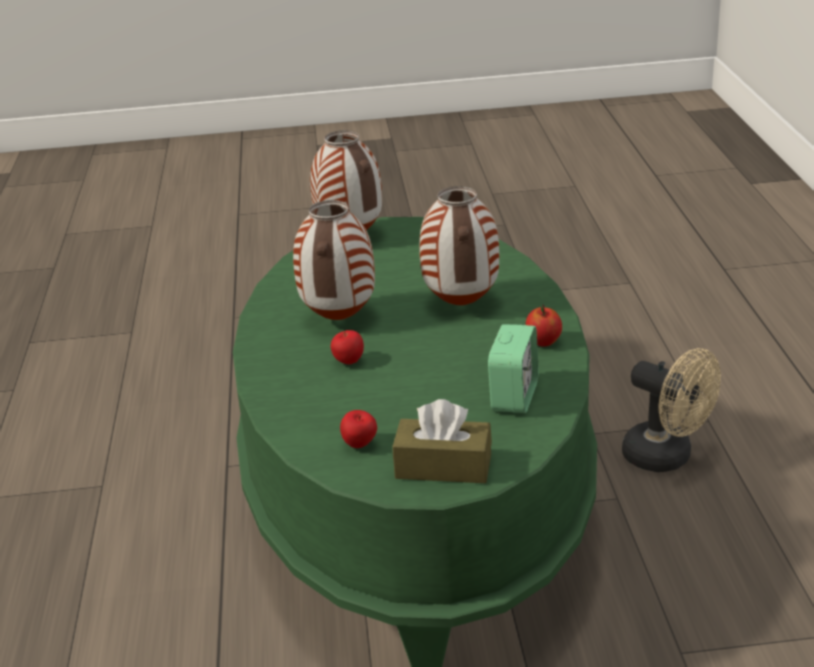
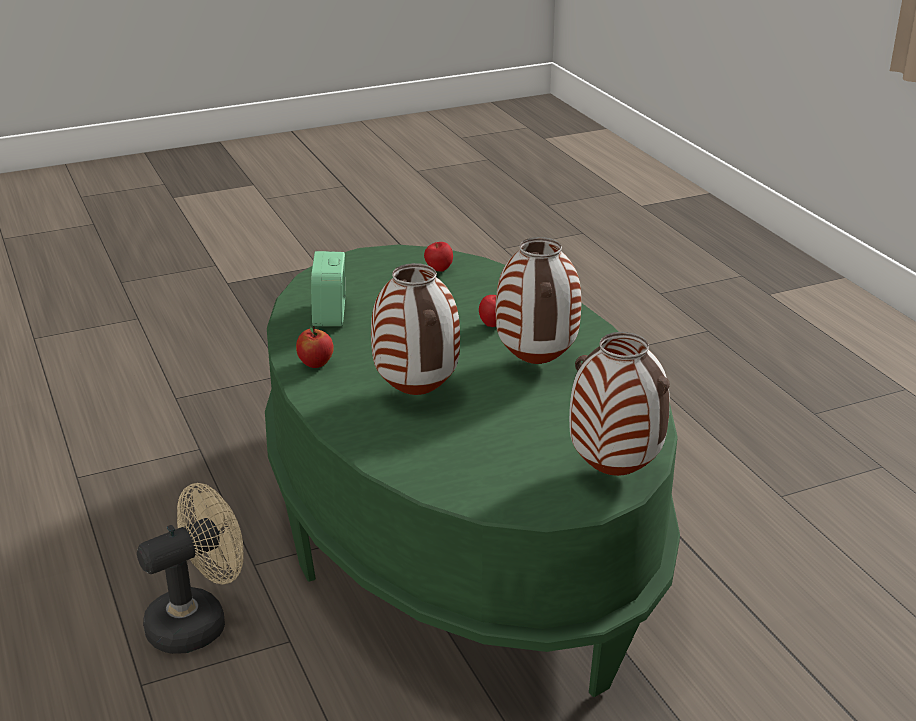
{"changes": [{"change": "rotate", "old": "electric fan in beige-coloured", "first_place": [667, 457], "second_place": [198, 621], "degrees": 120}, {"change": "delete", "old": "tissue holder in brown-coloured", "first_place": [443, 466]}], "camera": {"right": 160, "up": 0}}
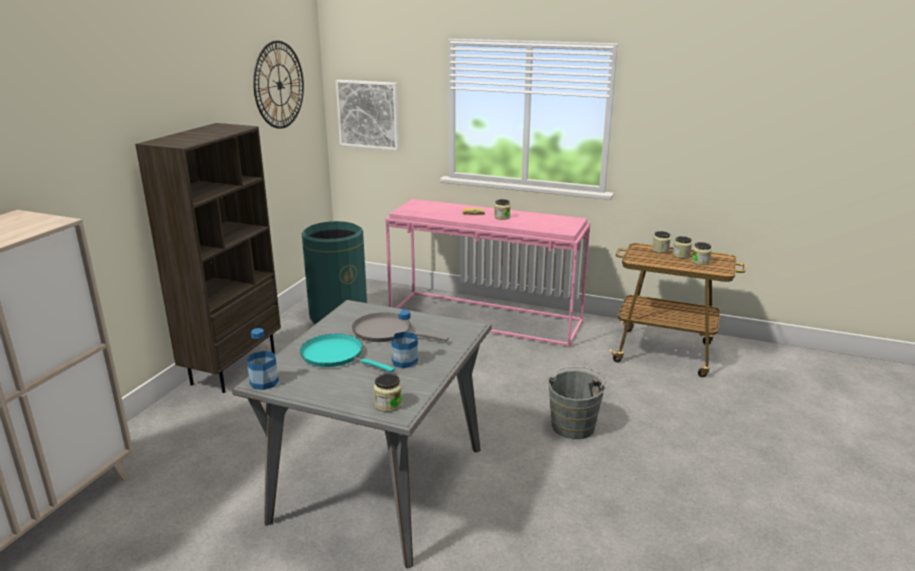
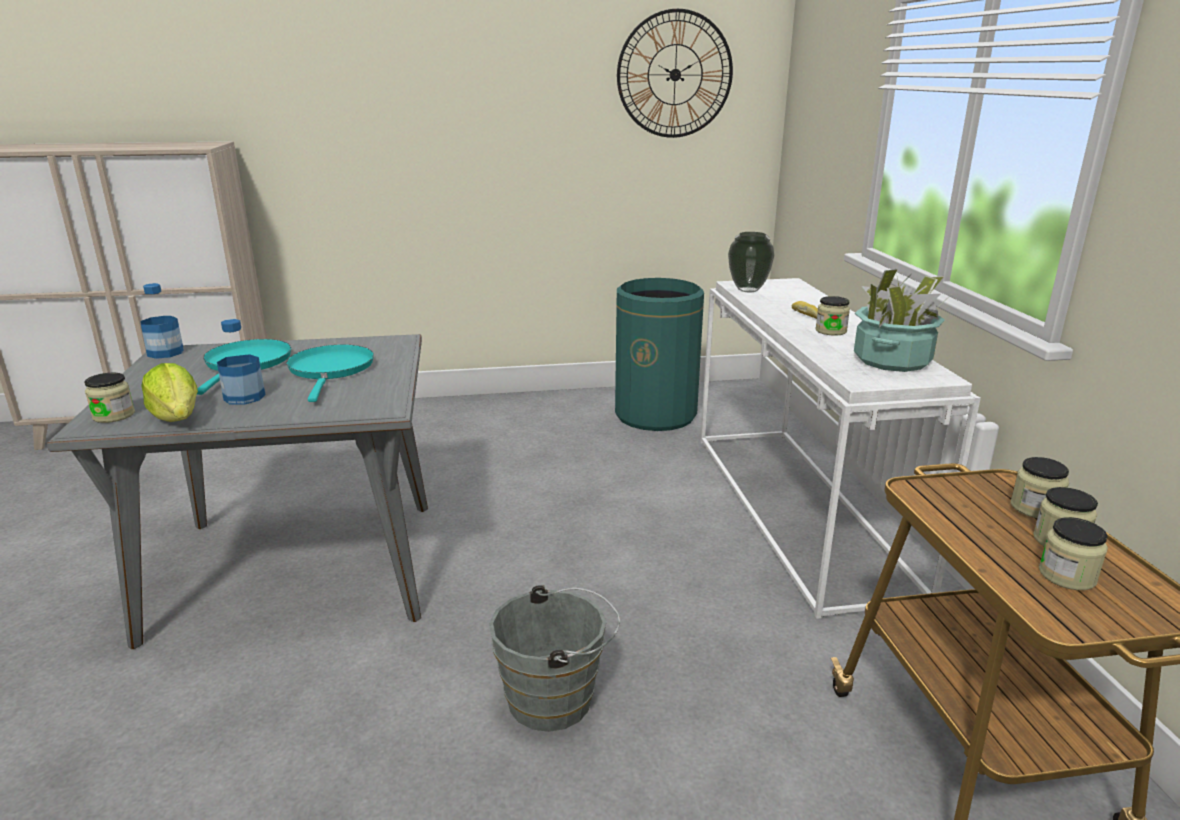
{"changes": [{"change": "delete", "old": "wall art", "first_place": [368, 114]}, {"change": "delete", "old": "bookcase in brown-coloured", "first_place": [233, 368]}, {"change": "recolor", "old": "console table in pink-coloured", "new": "console table in white-coloured", "first_place": [486, 318], "second_place": [800, 510]}, {"change": "recolor", "old": "pan in gray", "new": "pan in turquoise-coloured", "first_place": [386, 332], "second_place": [331, 370]}, {"change": "insert", "new": "decorative vase", "second_place": [747, 290]}, {"change": "insert", "new": "plant in a pot", "second_place": [892, 360]}, {"change": "insert", "new": "lettuce head", "second_place": [177, 418]}], "camera": {"right": 60, "up": 0}}
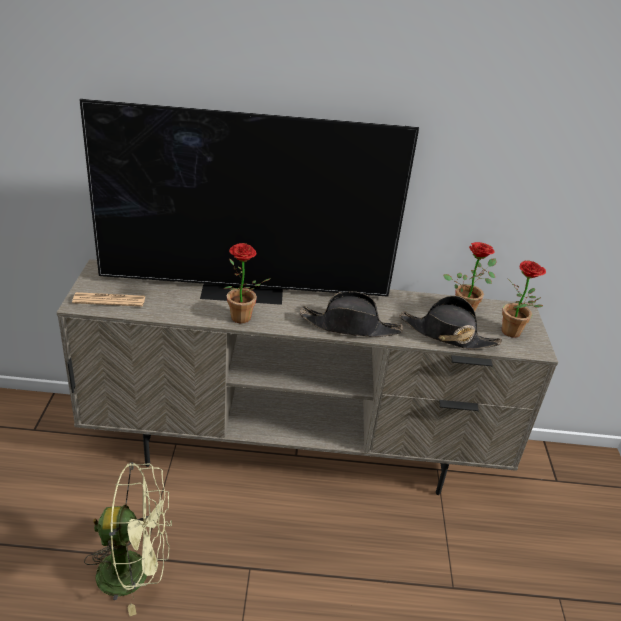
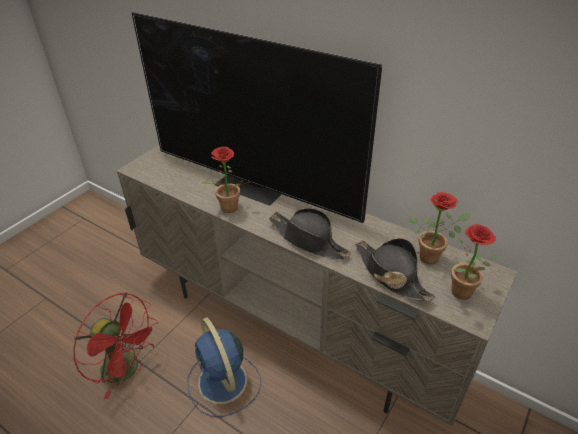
{"changes": [{"change": "delete", "old": "printed paper", "first_place": [109, 300]}, {"change": "recolor", "old": "electric fan in greenish", "new": "electric fan in red-coloured", "first_place": [135, 572], "second_place": [127, 369]}, {"change": "insert", "new": "electric fan in bluish", "second_place": [223, 383]}], "camera": {"right": 35, "up": 5}}
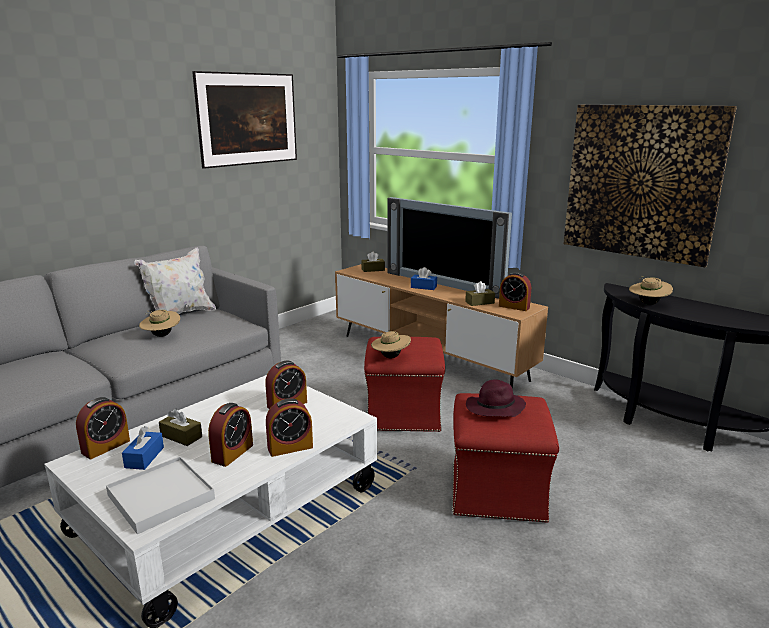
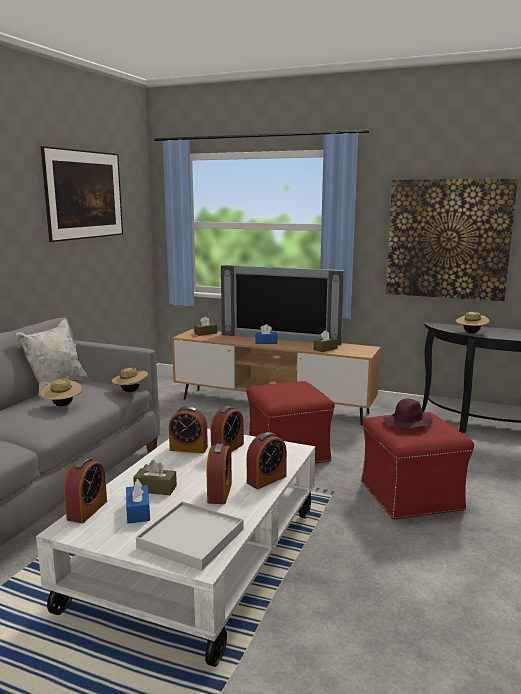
{"changes": [{"change": "move", "old": "alarm clock", "first_place": [514, 307], "second_place": [188, 448]}, {"change": "move", "old": "clothing hat in beige-coloured", "first_place": [390, 357], "second_place": [130, 391]}], "camera": {"right": -20, "up": -5}}
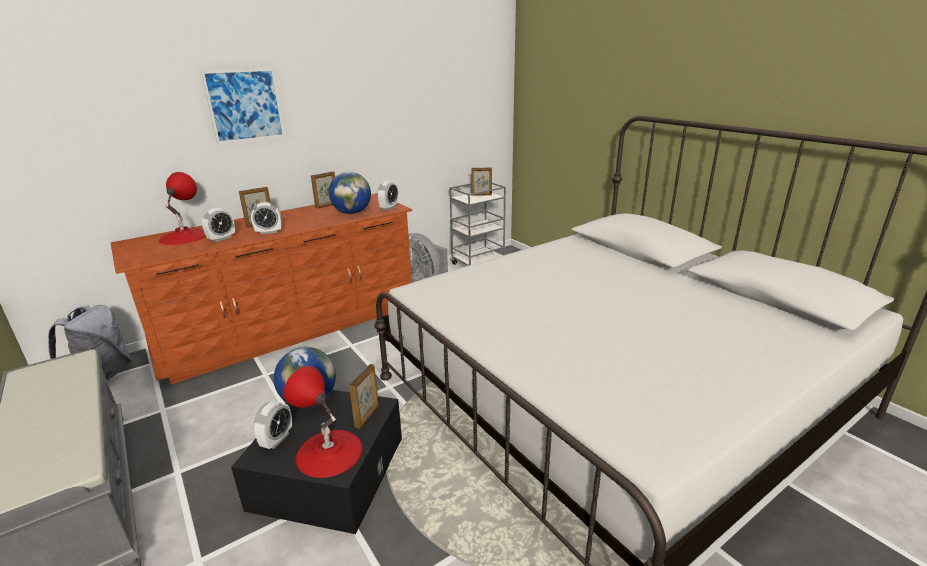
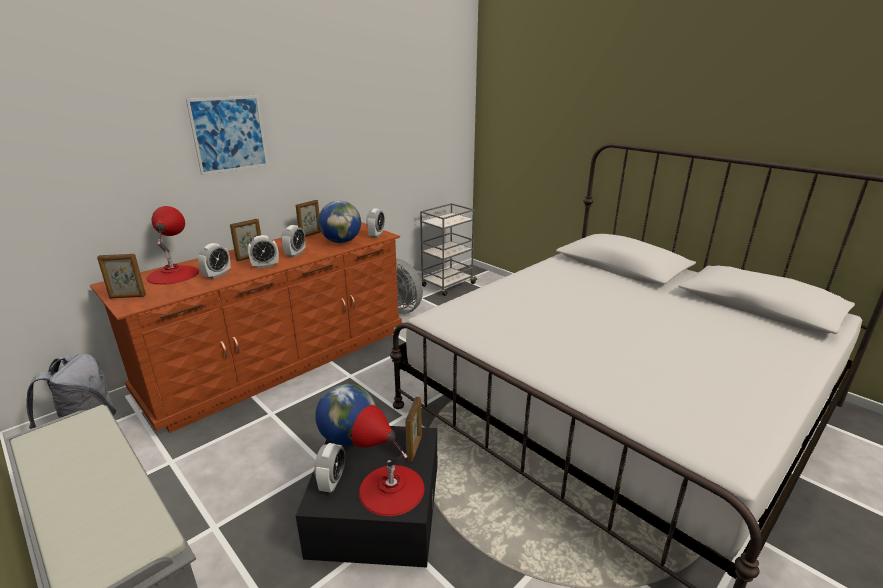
{"changes": [{"change": "move", "old": "picture frame", "first_place": [481, 195], "second_place": [127, 297]}, {"change": "insert", "new": "alarm clock", "second_place": [295, 254]}], "camera": {"right": -10, "up": 0}}
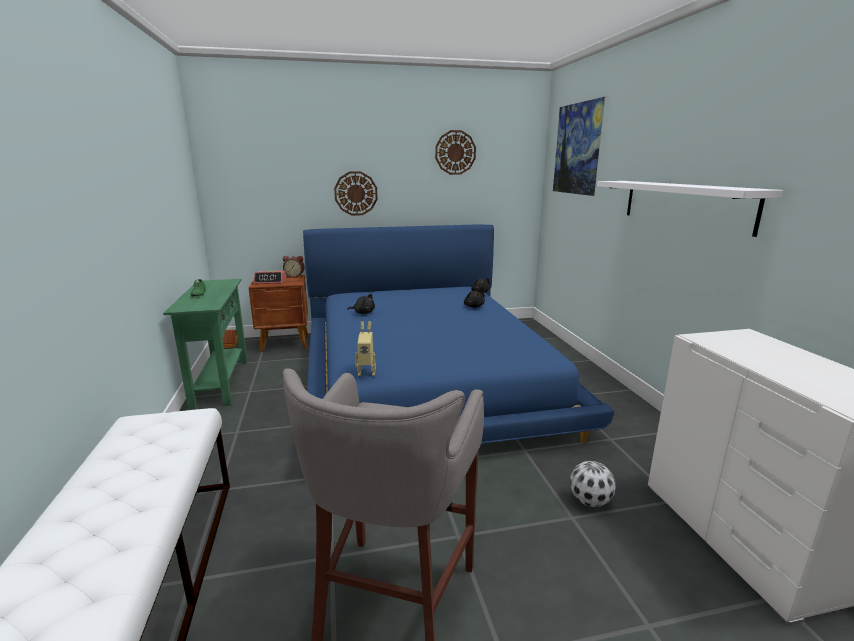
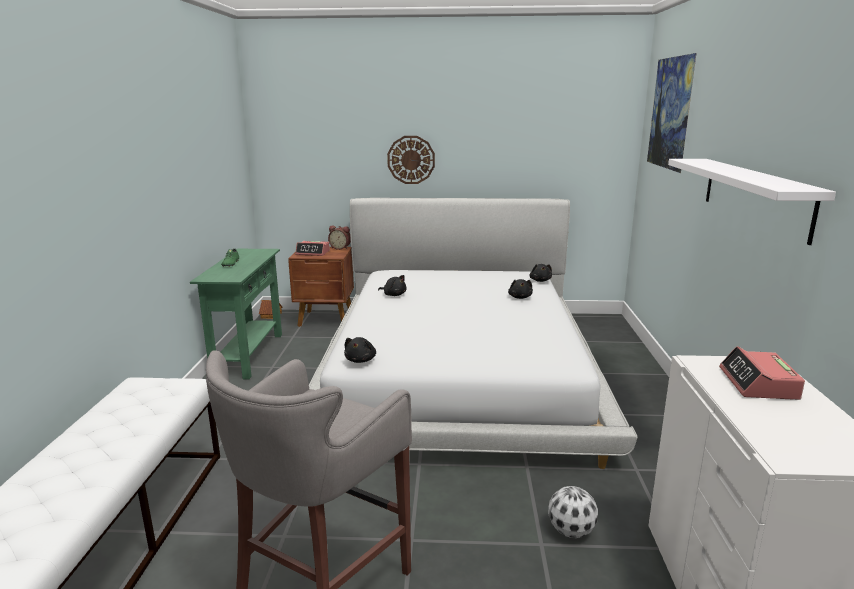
{"changes": [{"change": "delete", "old": "wall clock", "first_place": [455, 152]}, {"change": "recolor", "old": "bed in bluish", "new": "bed in white-coloured", "first_place": [425, 375], "second_place": [457, 370]}, {"change": "replace", "old": "model robot", "new": "cuddly toy in black-coloured", "first_place": [367, 372], "second_place": [361, 360]}, {"change": "insert", "new": "alarm clock", "second_place": [758, 384]}], "camera": {"right": 15, "up": 0}}
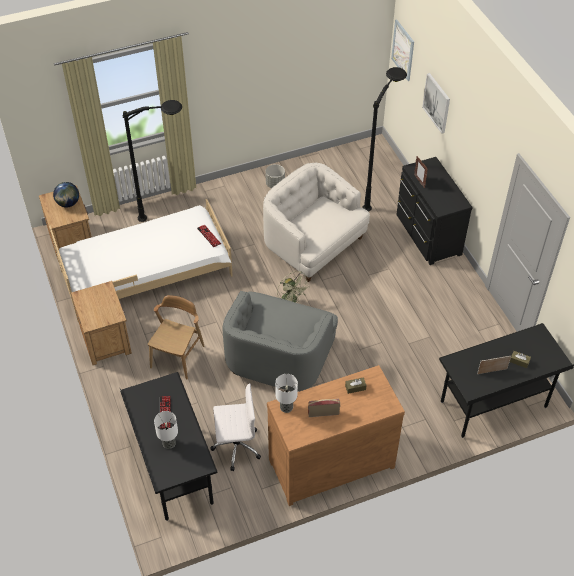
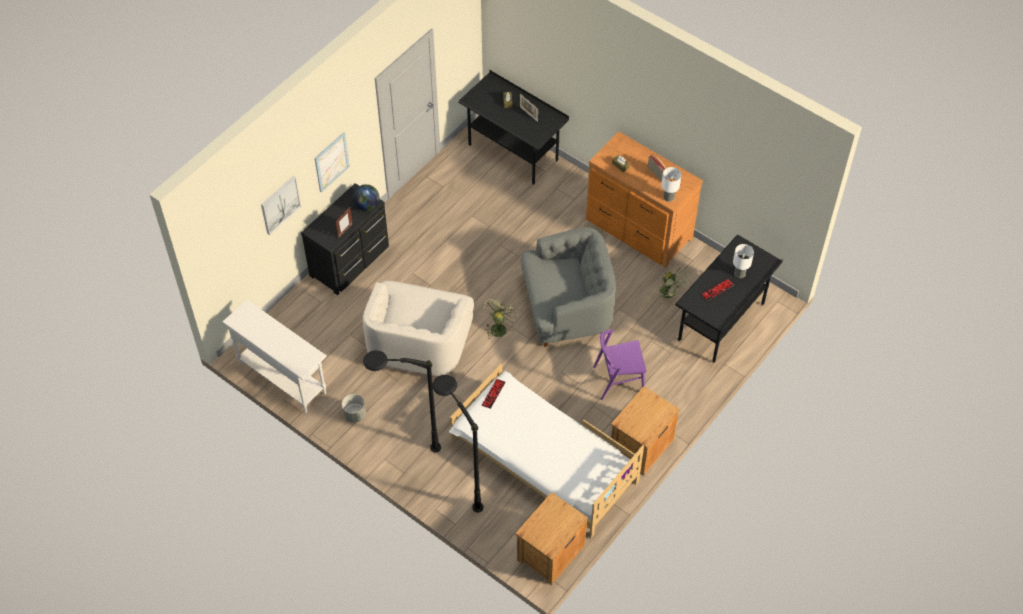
{"changes": [{"change": "move", "old": "wall art", "first_place": [403, 50], "second_place": [331, 162]}, {"change": "move", "old": "standard lamp in black-coloured", "first_place": [379, 190], "second_place": [401, 448]}, {"change": "move", "old": "globe", "first_place": [68, 203], "second_place": [367, 205]}, {"change": "recolor", "old": "upright chair in brown-coloured", "new": "upright chair in purple-coloured", "first_place": [178, 356], "second_place": [618, 380]}, {"change": "replace", "old": "computer chair in white-coloured", "new": "electric fan in greenish", "first_place": [236, 446], "second_place": [670, 294]}, {"change": "insert", "new": "console table in white-coloured", "second_place": [282, 378]}], "camera": {"right": -120, "up": 5}}
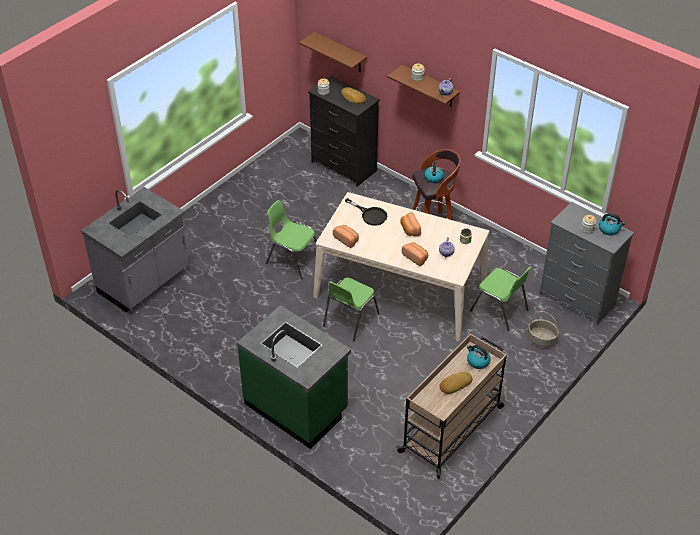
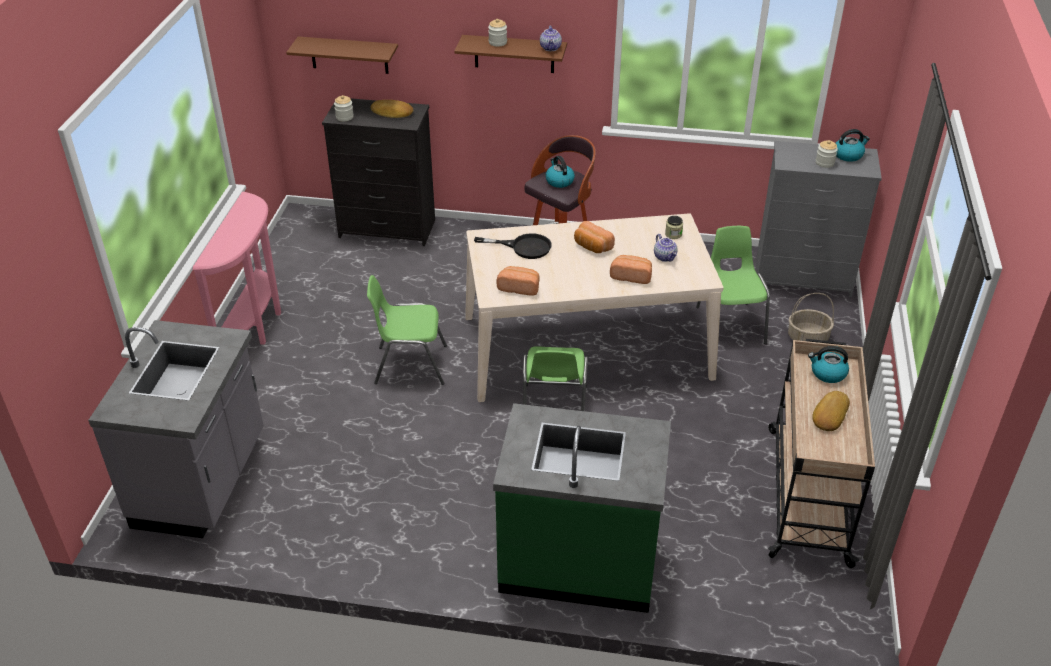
{"changes": [{"change": "rotate", "old": "upright chair in greenish", "first_place": [500, 311], "second_place": [729, 324], "degrees": -105}, {"change": "insert", "new": "console table in pink-coloured", "second_place": [256, 325]}], "camera": {"right": -30, "up": -5}}
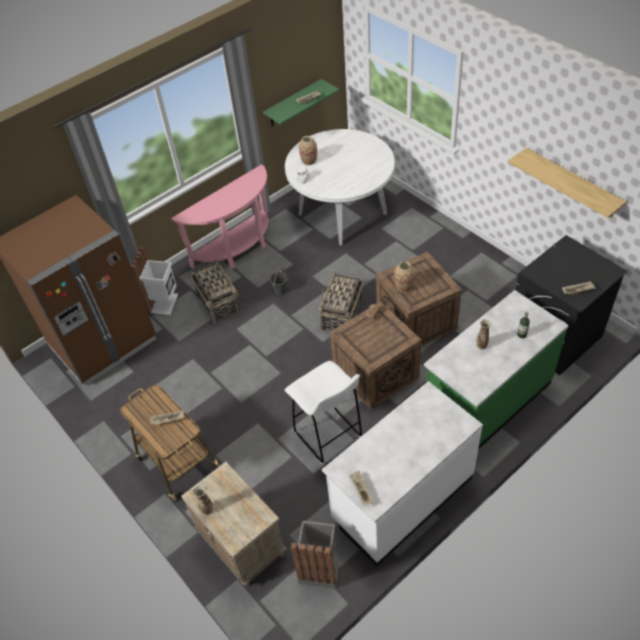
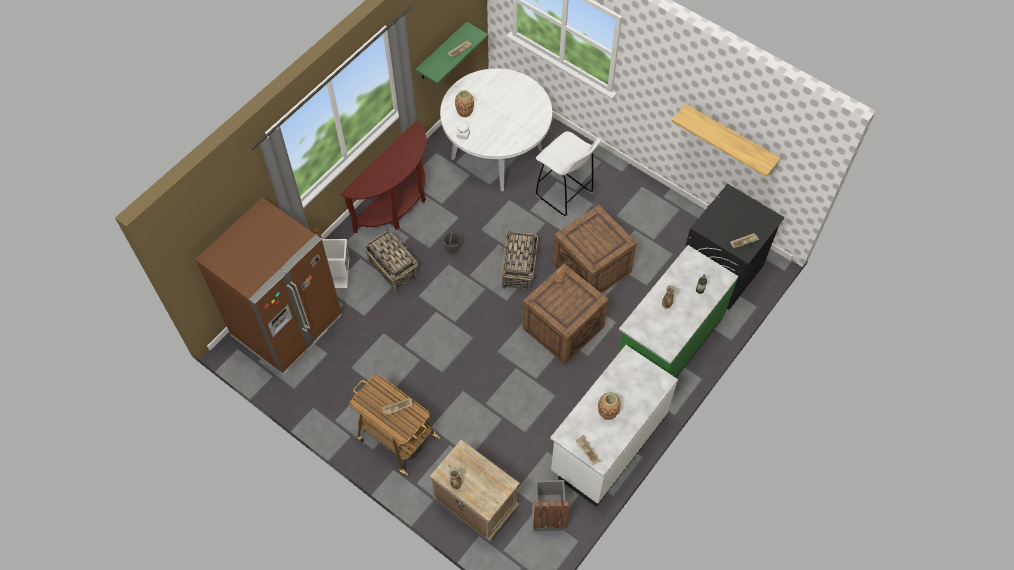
{"changes": [{"change": "recolor", "old": "console table in pink-coloured", "new": "console table in brown-coloured", "first_place": [237, 249], "second_place": [397, 206]}, {"change": "move", "old": "decorative vase", "first_place": [404, 287], "second_place": [607, 412]}, {"change": "move", "old": "stool seat in white-coloured", "first_place": [329, 436], "second_place": [565, 195]}], "camera": {"right": -15, "up": 10}}
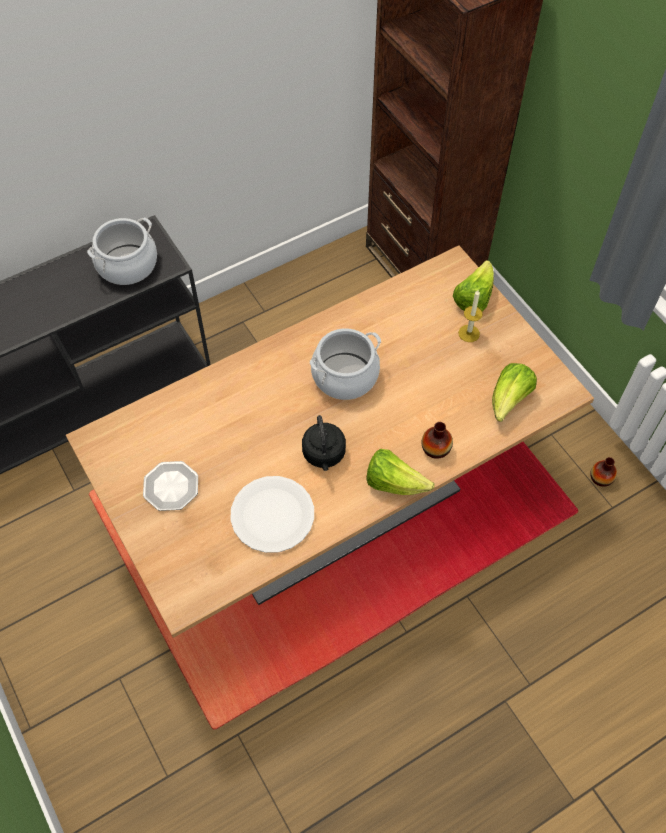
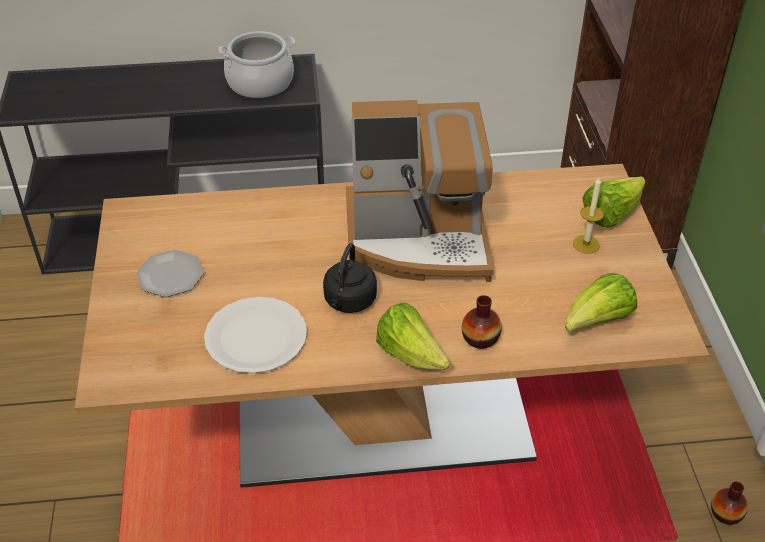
{"changes": [{"change": "replace", "old": "cooking pot", "new": "coffee maker", "first_place": [344, 376], "second_place": [419, 239]}], "camera": {"right": 25, "up": -15}}
